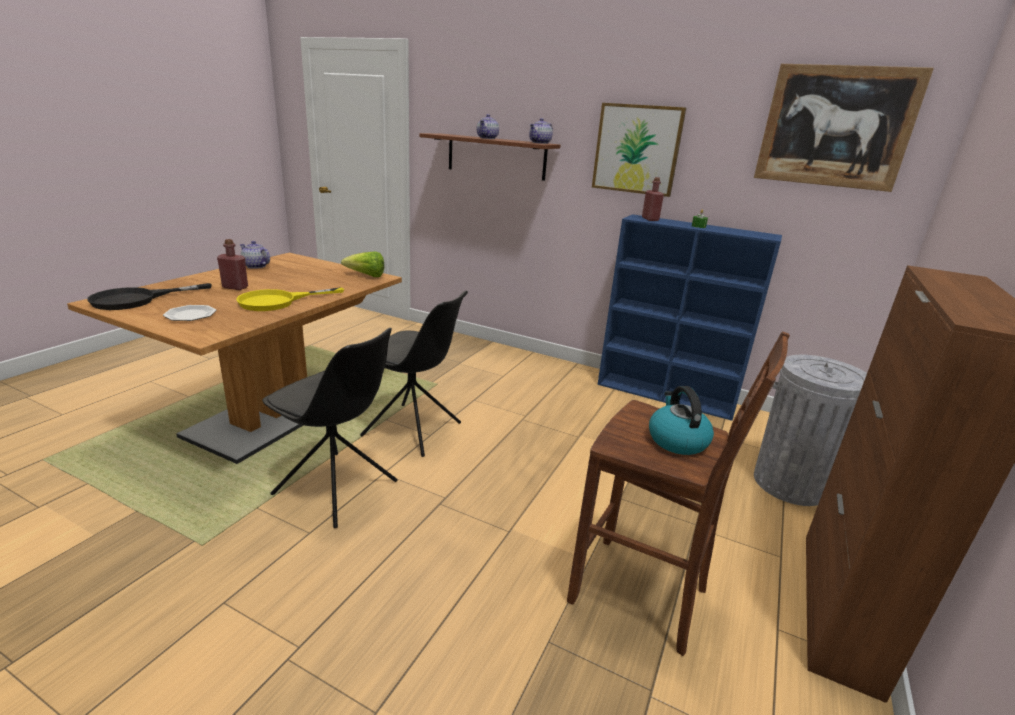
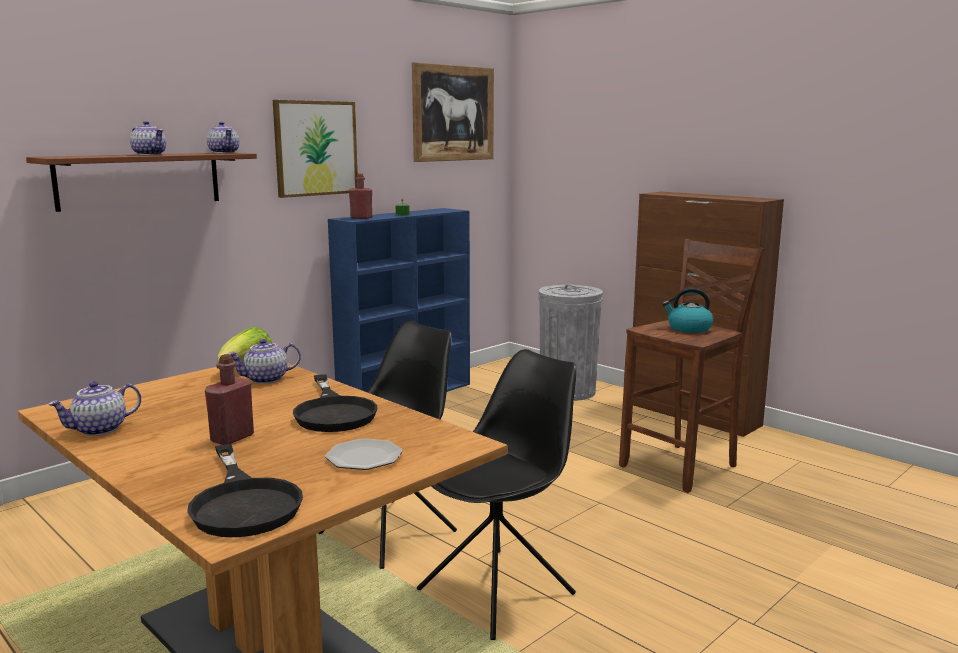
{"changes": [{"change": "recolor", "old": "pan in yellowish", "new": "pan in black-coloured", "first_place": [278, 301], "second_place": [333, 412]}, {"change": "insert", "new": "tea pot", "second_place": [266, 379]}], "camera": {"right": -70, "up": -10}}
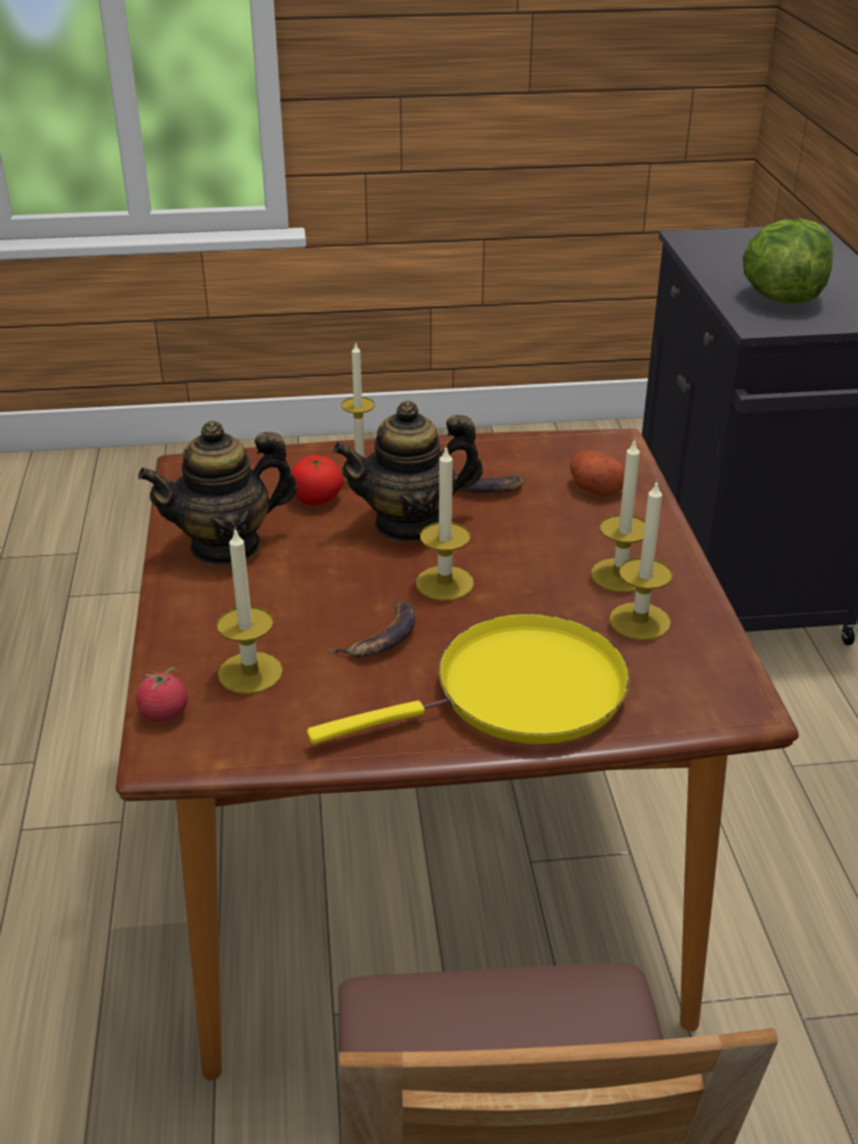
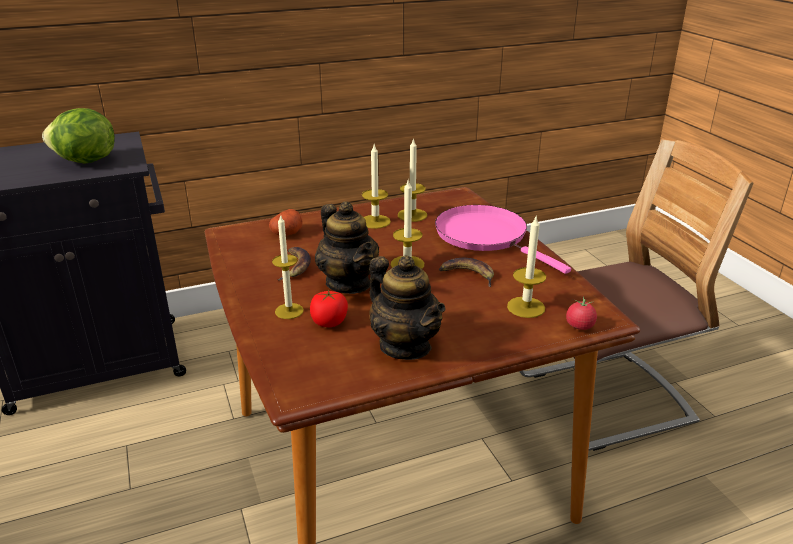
{"changes": [{"change": "recolor", "old": "pan in yellowish", "new": "pan in pink-coloured", "first_place": [518, 693], "second_place": [486, 236]}], "camera": {"right": -105, "up": -5}}
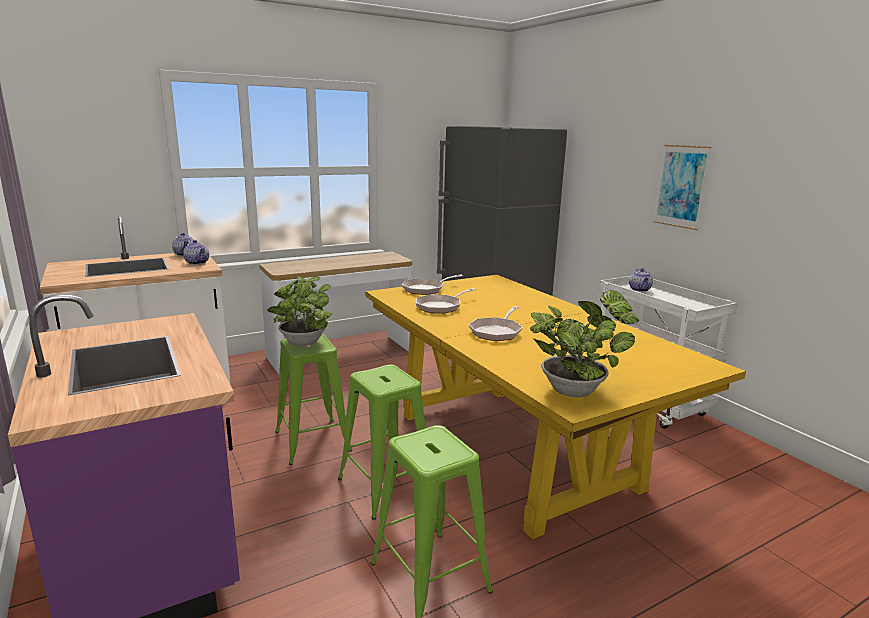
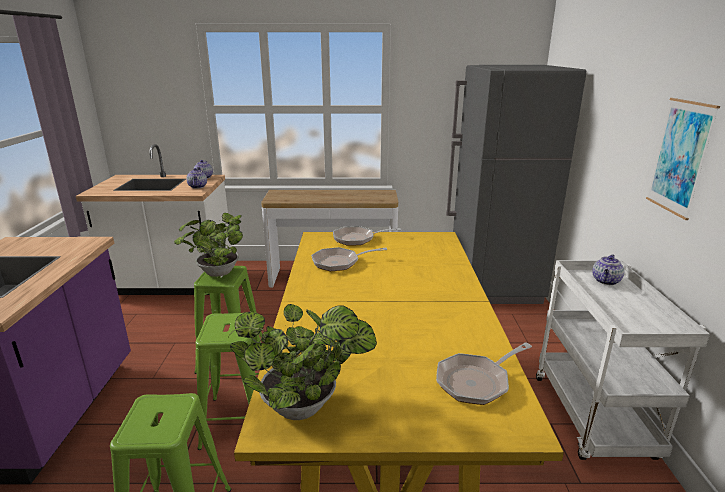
{"changes": [{"change": "move", "old": "pan", "first_place": [497, 332], "second_place": [476, 381]}], "camera": {"right": 30, "up": 5}}
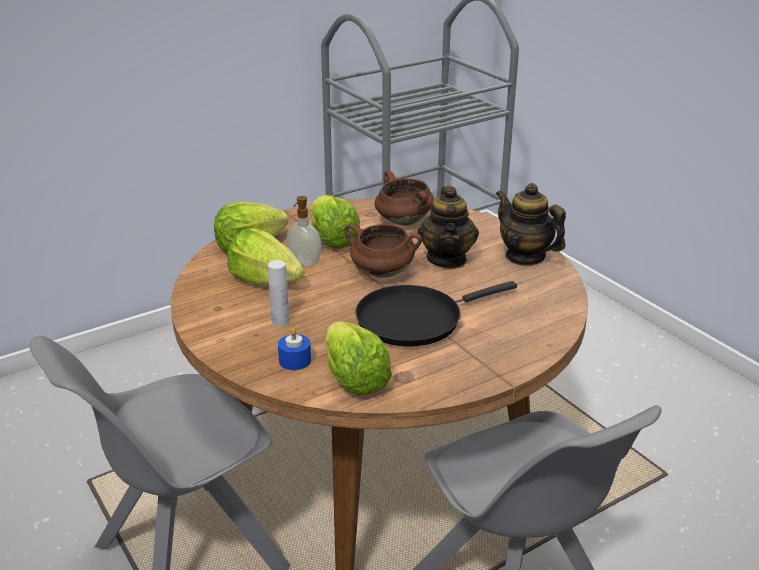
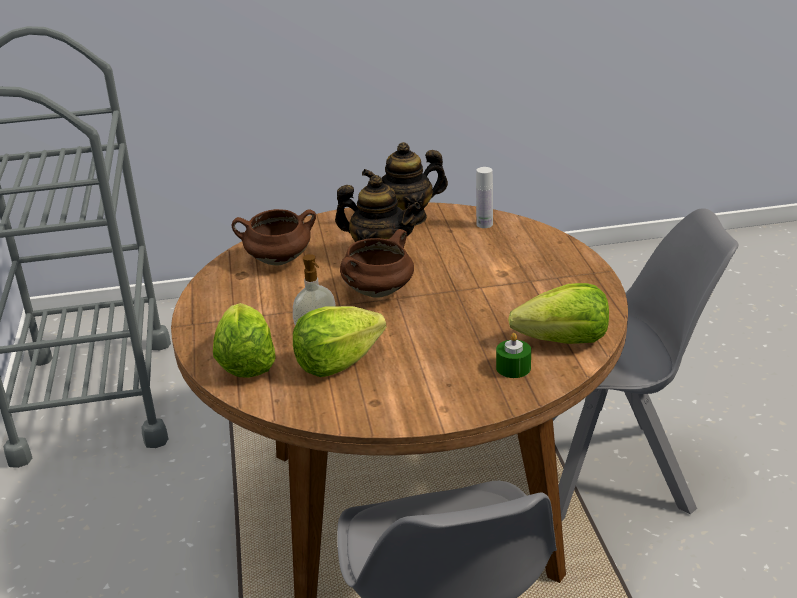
{"changes": [{"change": "delete", "old": "lettuce head", "first_place": [332, 240]}, {"change": "move", "old": "bottle in white-coloured", "first_place": [280, 321], "second_place": [484, 224]}, {"change": "delete", "old": "pan in black-coloured", "first_place": [415, 319]}, {"change": "recolor", "old": "wax candle in bluish", "new": "wax candle in greenish", "first_place": [295, 360], "second_place": [513, 368]}], "camera": {"right": -65, "up": 0}}
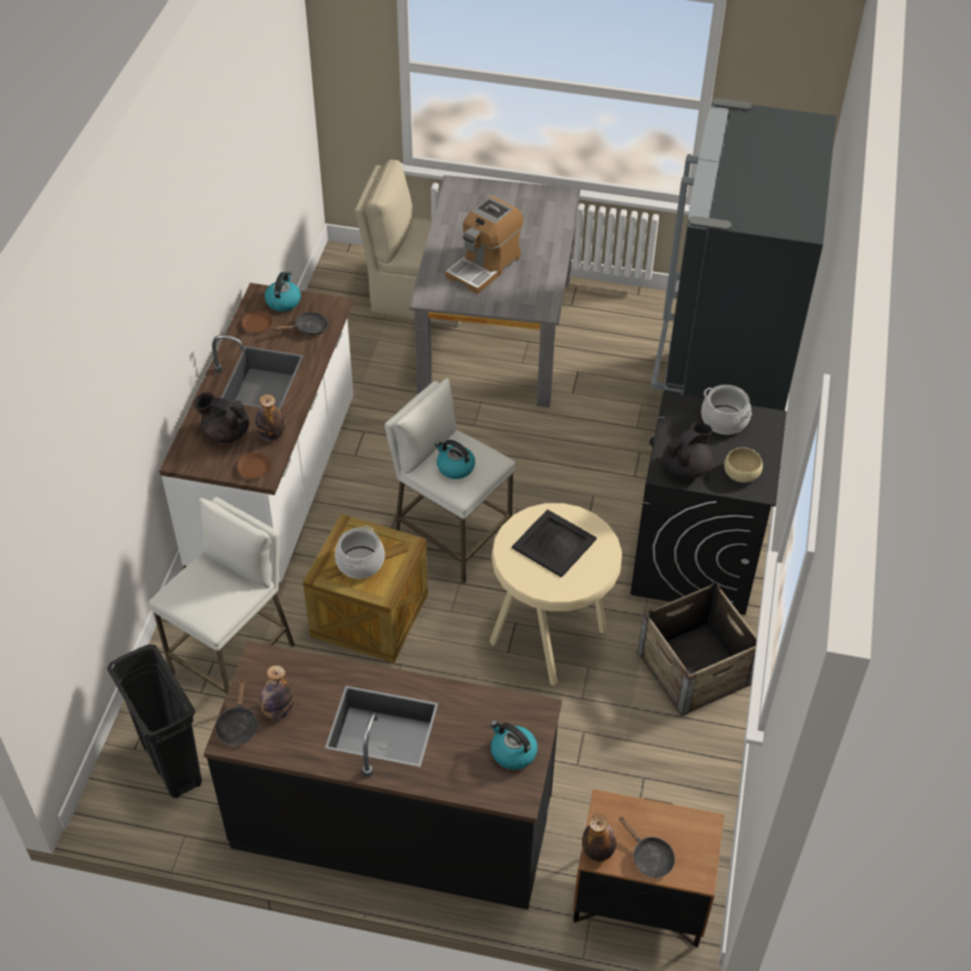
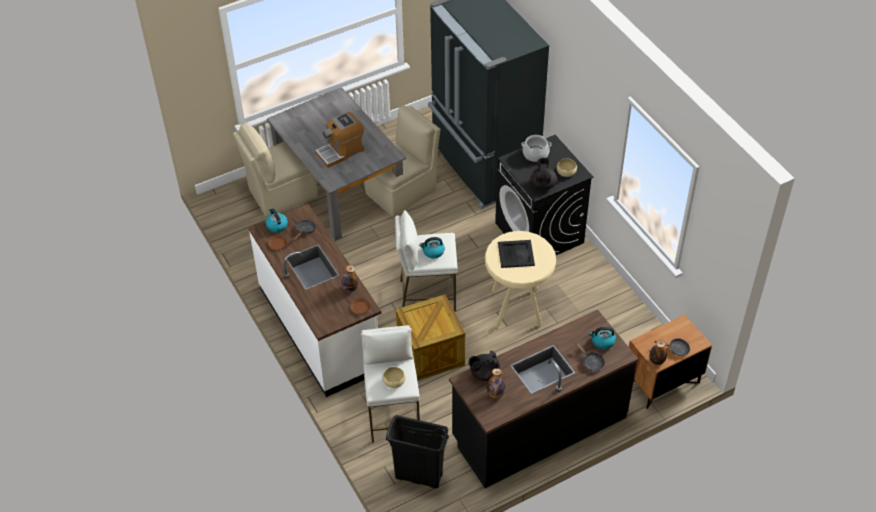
{"changes": [{"change": "rotate", "old": "coffee maker", "first_place": [484, 266], "second_place": [341, 151], "degrees": 60}, {"change": "move", "old": "tea pot in black-coloured", "first_place": [226, 433], "second_place": [484, 373]}, {"change": "delete", "old": "cooking pot", "first_place": [360, 562]}, {"change": "delete", "old": "packing crate", "first_place": [694, 668]}, {"change": "move", "old": "pan in black-coloured", "first_place": [238, 725], "second_place": [591, 362]}, {"change": "insert", "new": "upright chair in beige-coloured", "second_place": [402, 190]}, {"change": "insert", "new": "deep dish in beige-coloured", "second_place": [394, 381]}], "camera": {"right": -40, "up": 0}}
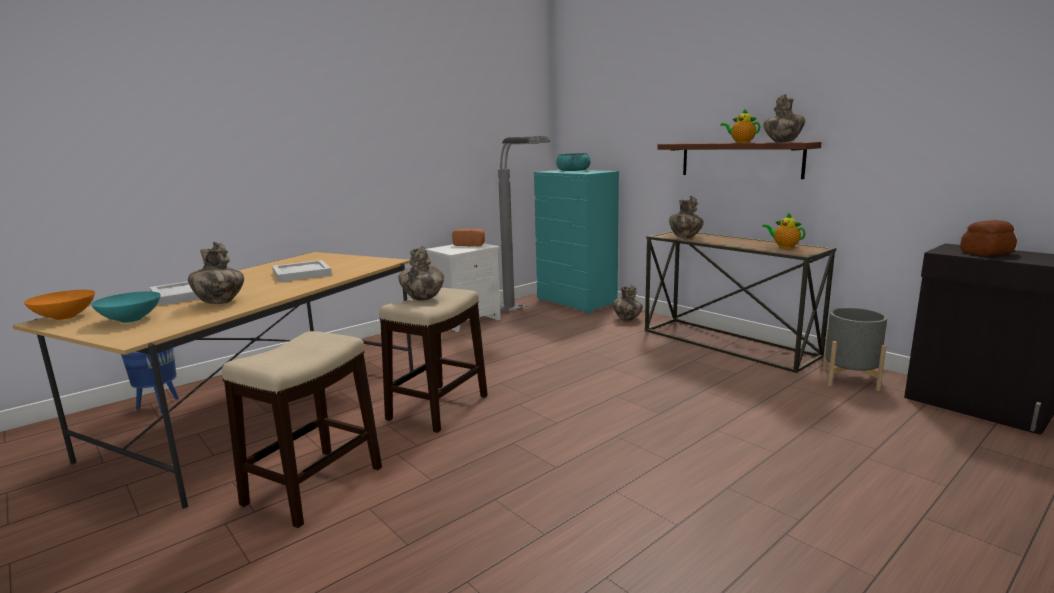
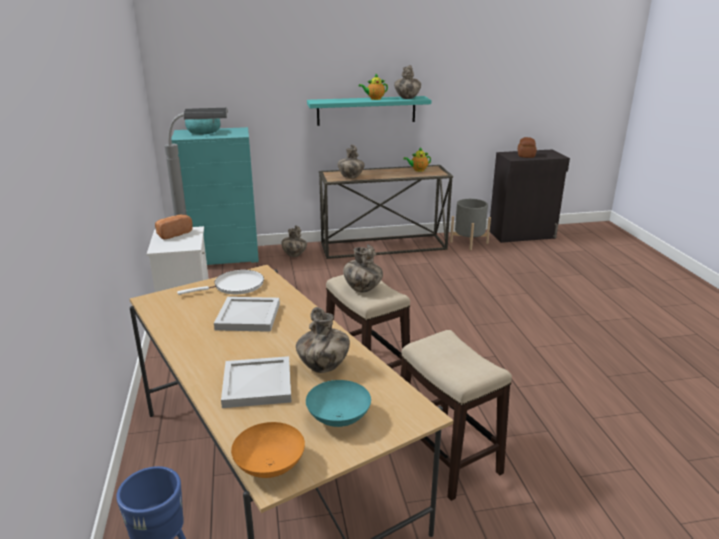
{"changes": [{"change": "recolor", "old": "wall shelf in brown-coloured", "new": "wall shelf in turquoise-coloured", "first_place": [740, 159], "second_place": [366, 110]}, {"change": "insert", "new": "pan in white-coloured", "second_place": [235, 286]}], "camera": {"right": -60, "up": 10}}
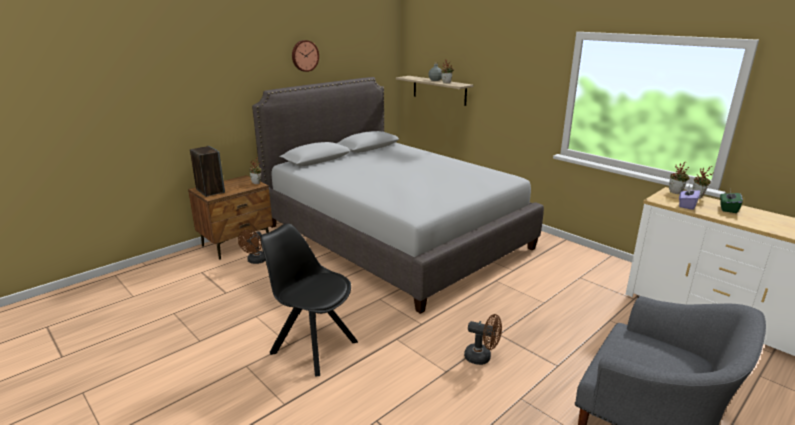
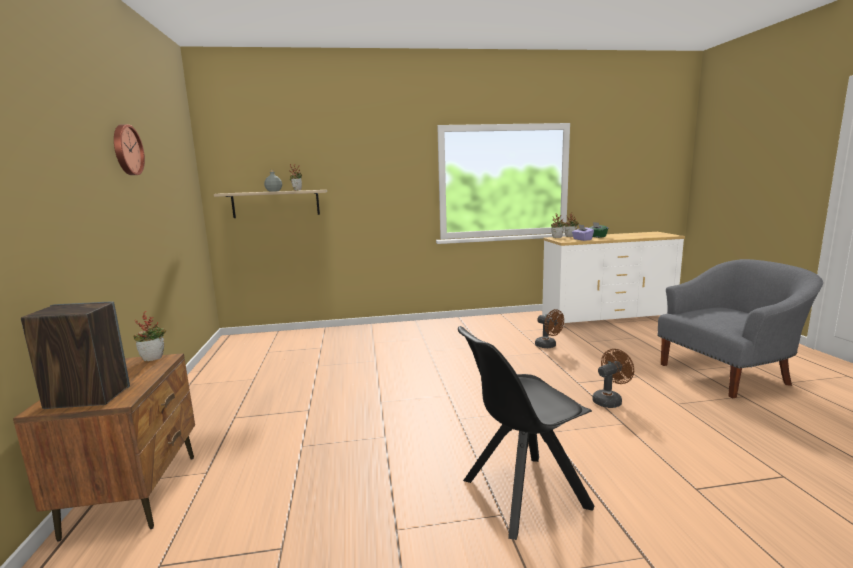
{"changes": [{"change": "delete", "old": "bed in gray", "first_place": [395, 236]}, {"change": "move", "old": "electric fan in brown-coloured", "first_place": [255, 261], "second_place": [548, 346]}], "camera": {"right": -55, "up": -10}}
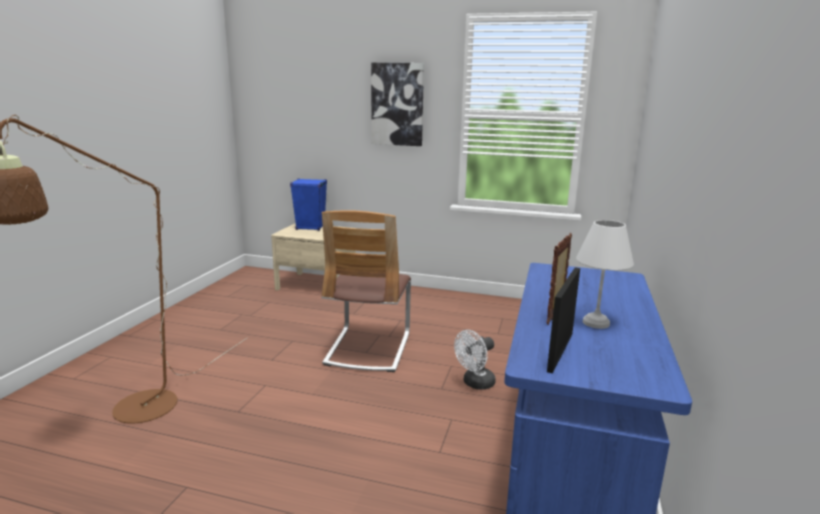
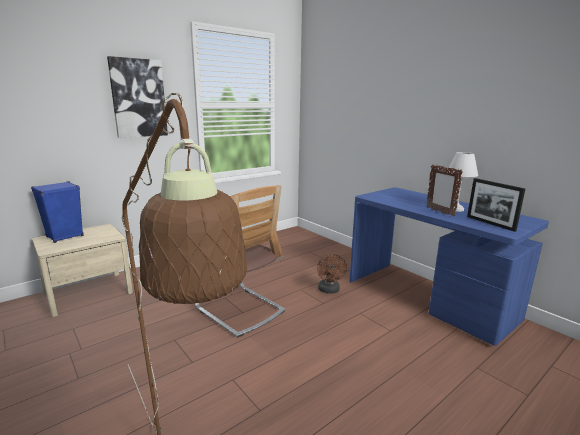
{"changes": [{"change": "recolor", "old": "electric fan in white-coloured", "new": "electric fan in brown-coloured", "first_place": [475, 384], "second_place": [329, 290]}], "camera": {"right": -55, "up": 0}}
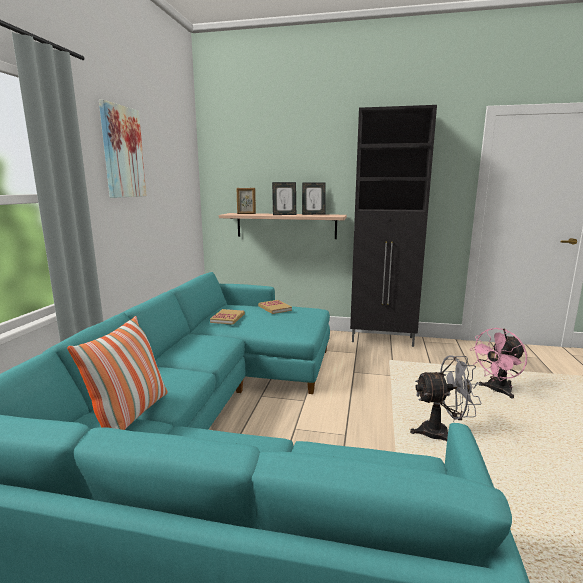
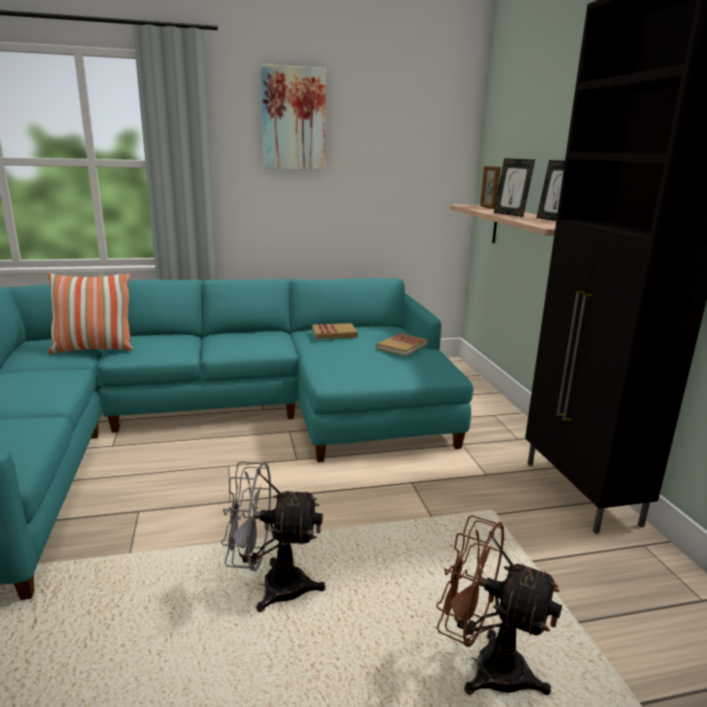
{"changes": [{"change": "recolor", "old": "electric fan in pink-coloured", "new": "electric fan in brown-coloured", "first_place": [496, 391], "second_place": [486, 666]}, {"change": "rotate", "old": "electric fan in gray", "first_place": [441, 433], "second_place": [272, 587], "degrees": 120}], "camera": {"right": 65, "up": 5}}
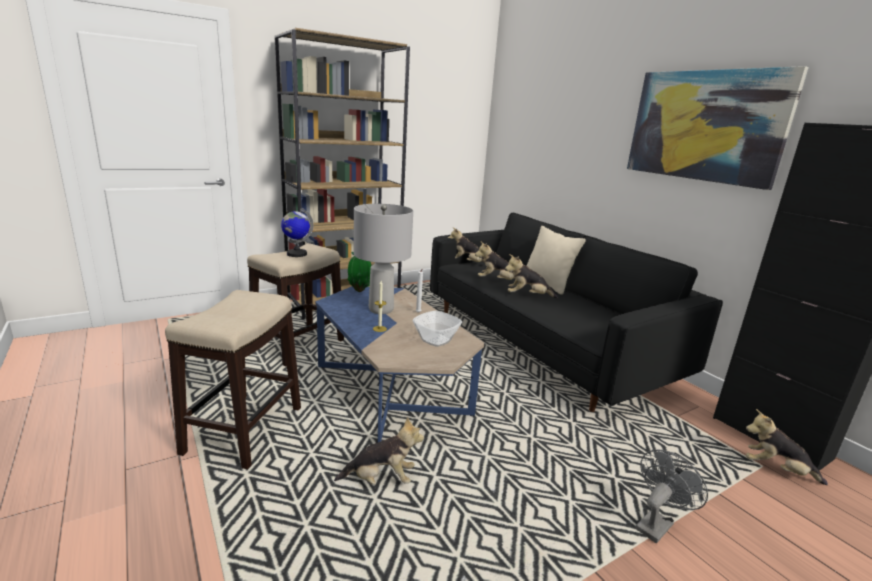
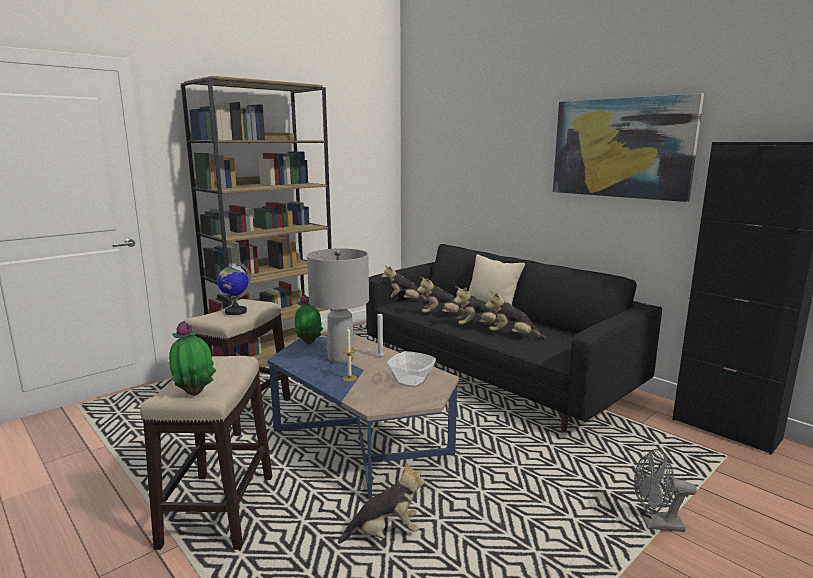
{"changes": [{"change": "move", "old": "cuddly toy", "first_place": [776, 470], "second_place": [512, 336]}, {"change": "rotate", "old": "electric fan in gray", "first_place": [656, 523], "second_place": [655, 524], "degrees": -120}, {"change": "insert", "new": "plant in a pot", "second_place": [195, 392]}], "camera": {"right": -10, "up": -5}}
